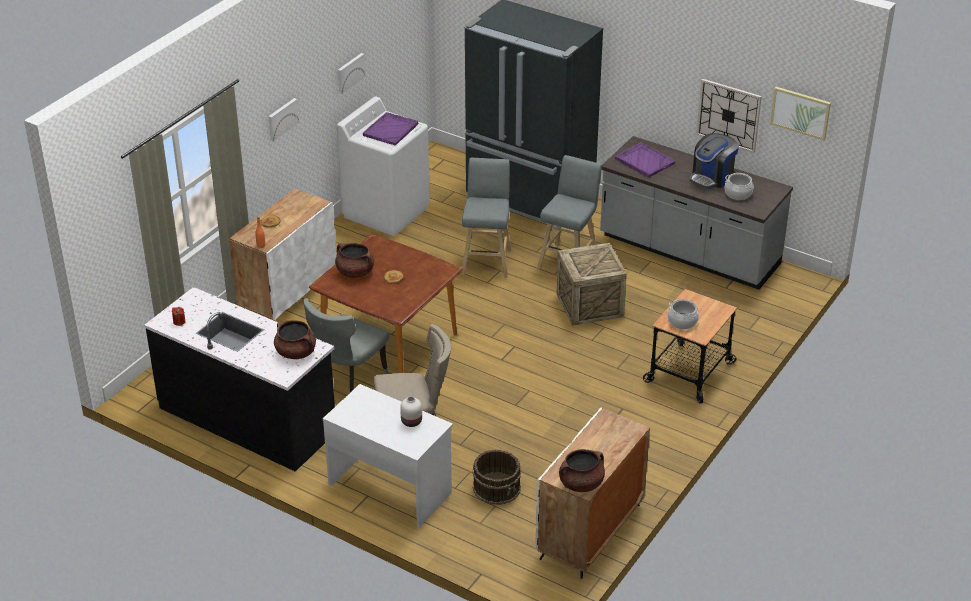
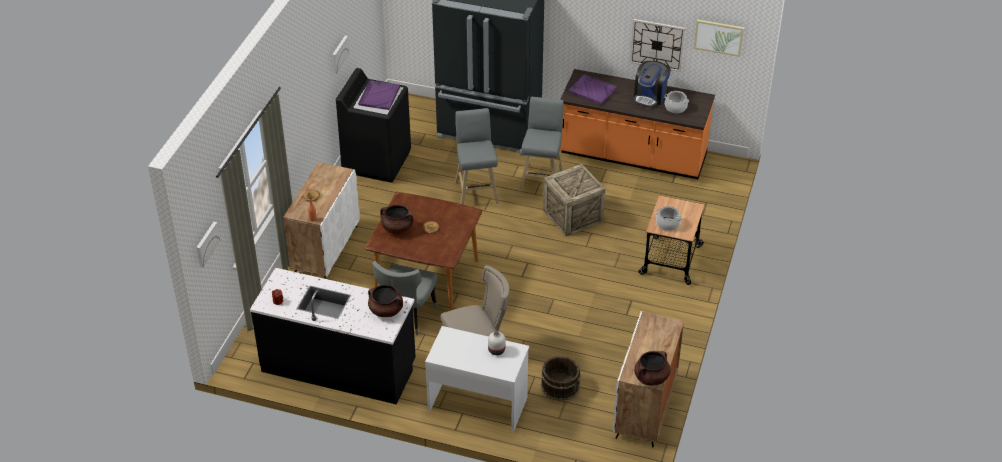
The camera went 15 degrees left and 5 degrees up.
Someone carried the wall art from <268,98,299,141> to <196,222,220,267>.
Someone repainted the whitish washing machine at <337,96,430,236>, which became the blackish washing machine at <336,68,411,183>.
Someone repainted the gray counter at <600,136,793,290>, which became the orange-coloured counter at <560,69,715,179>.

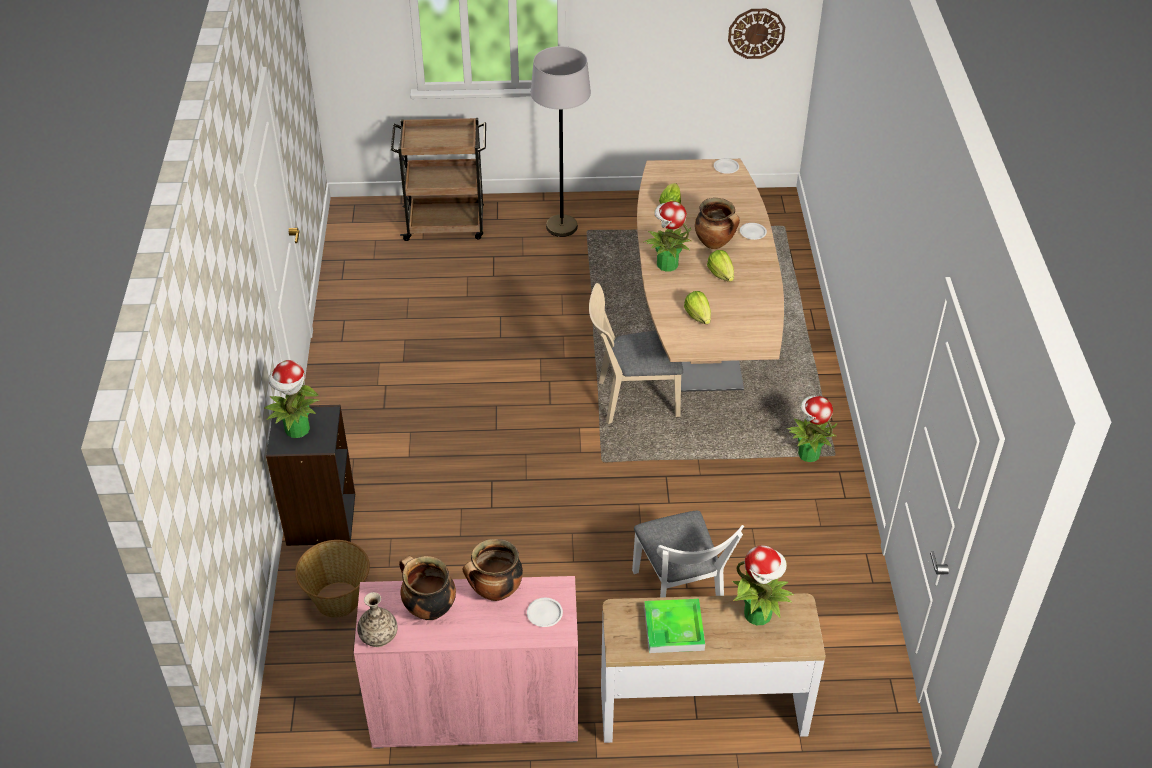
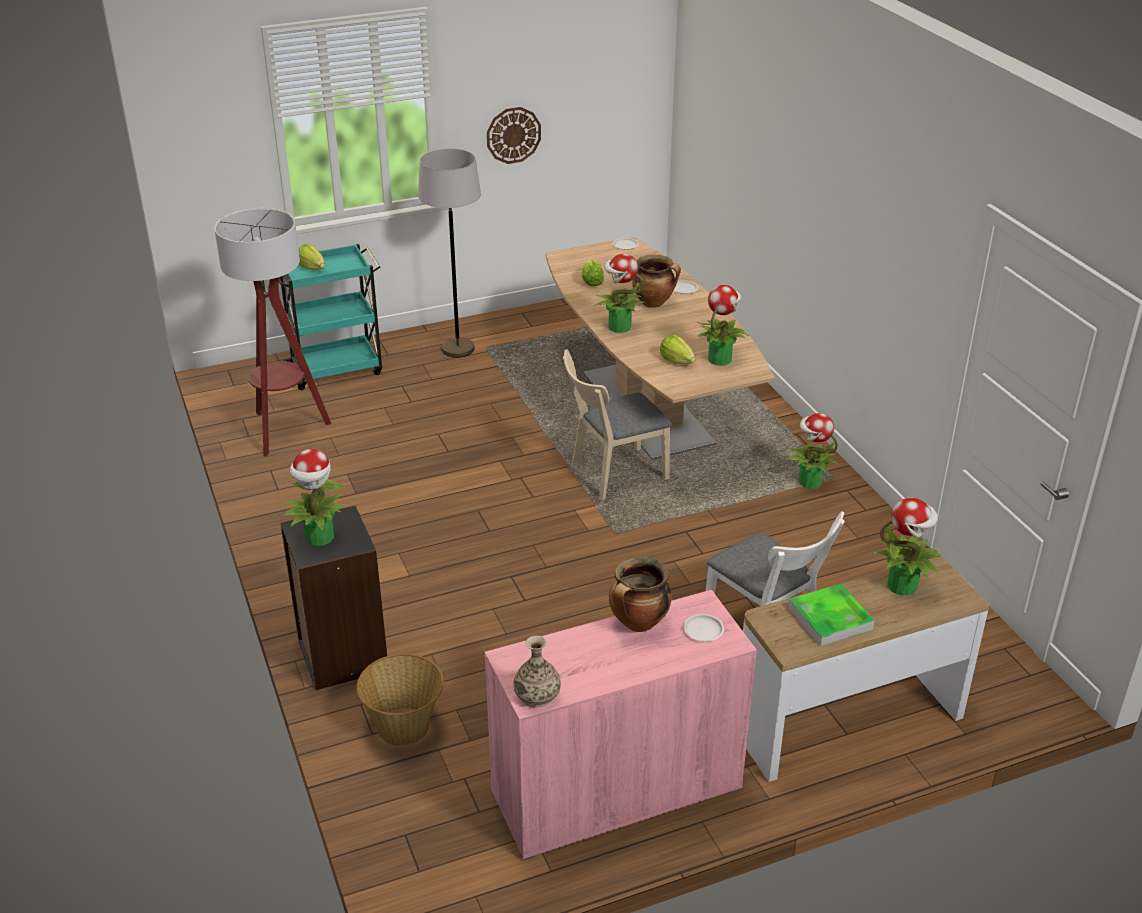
The camera went 20 degrees left and 10 degrees down.
Someone took away the saucepot at <399,556,456,620>.
Someone put down the standing lamp at <214,208,332,456>.
Someone put down the plant in a pot at <697,285,750,366>.
Someone carried the head of lettuce from <707,250,734,282> to <299,244,325,270>.
Someone carried the hanging clock from <728,9,785,59> to <487,107,541,164>.
Someone repainted the brown trolley at <391,118,486,241>, which became the blue-green trolley at <279,244,382,390>.

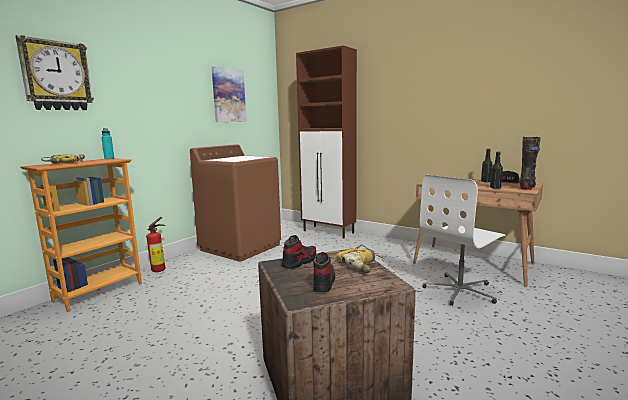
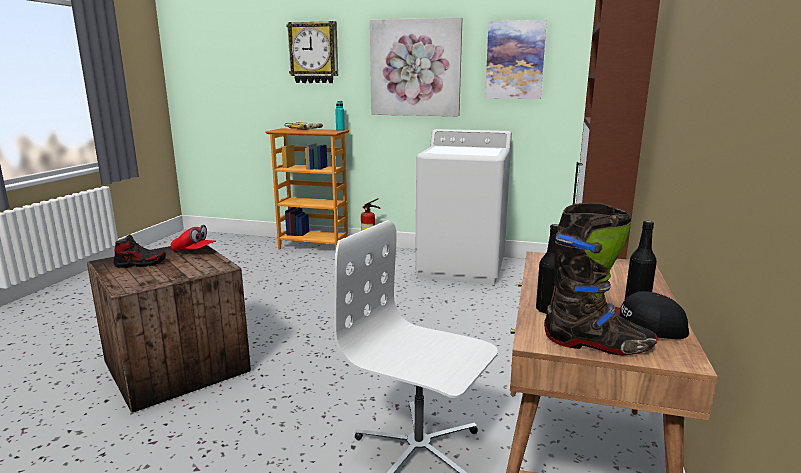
The camera went 70 degrees right and 5 degrees up.
Someone took away the drill at <336,244,384,273>.
Someone put up the wall art at <370,17,463,116>.
Someone swapped the low shoe at <282,235,316,269> for the red cap at <171,225,216,251>.
Someone repainted the brown washing machine at <190,144,281,262>, which became the whitish washing machine at <415,129,512,285>.

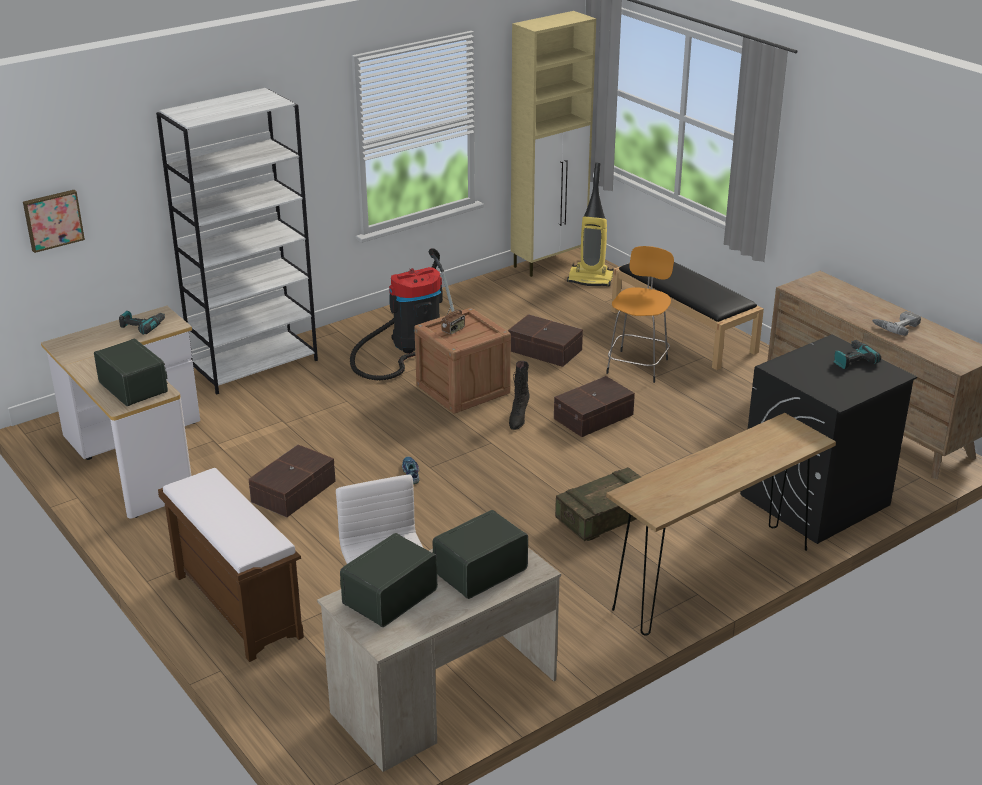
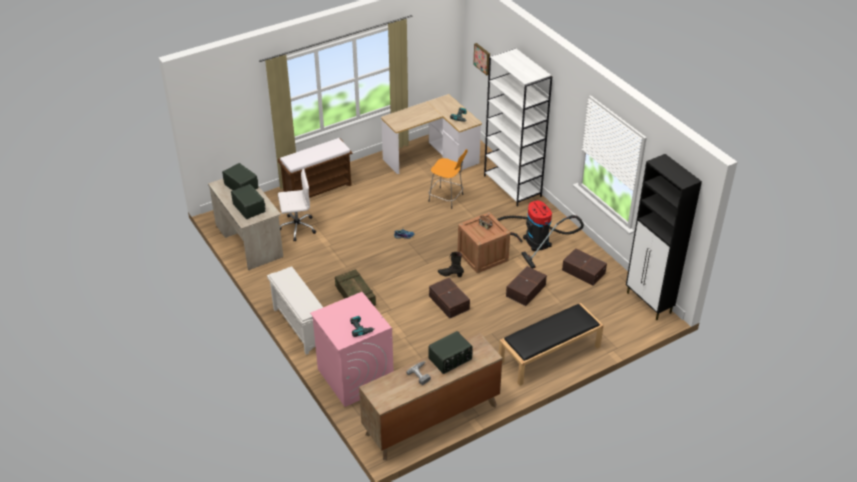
The camera went 95 degrees right and 10 degrees up.
Someone took away the vacuum cleaner at <567,163,613,287>.
Someone carried the radio from <94,338,168,406> to <428,331,473,374>.
Someone carried the brown storage bin from <248,445,336,517> to <562,248,607,286>.
Someone carried the orange-coloured stool from <606,246,674,383> to <428,149,468,209>.
Someone swapped the brown console table at <606,413,836,636> for the whitish shoe stand at <267,266,323,355>.
Someone repainted the beige-coloured storage cabinet at <511,11,596,277>, which became the blackish storage cabinet at <626,154,702,320>.
Someone repainted the blackish washing machine at <740,335,917,544>, which became the pinkish washing machine at <310,292,394,407>.

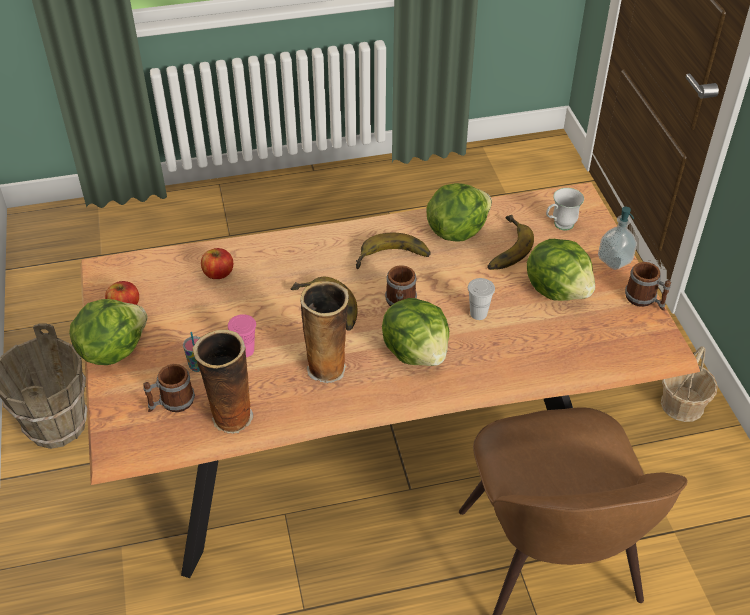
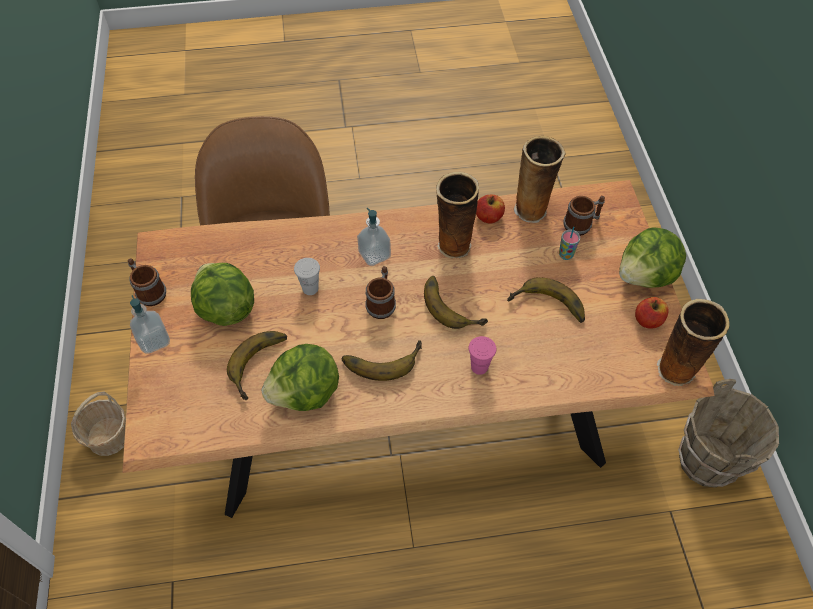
The camera went 175 degrees left and 10 degrees up.
Someone took away the whitish mug at <546,188,584,231>.
Someone put down the banana fruit at <507,277,585,323>.
Someone put down the vase at <657,299,730,386>.
Someone carried the apple from <201,248,233,279> to <476,195,505,224>.
Someone carried the pinkish drinking cup from <228,314,256,357> to <469,336,496,375>.
Someone swapped the head of lettuce at <382,298,449,366> for the soap bottle at <357,208,391,266>.

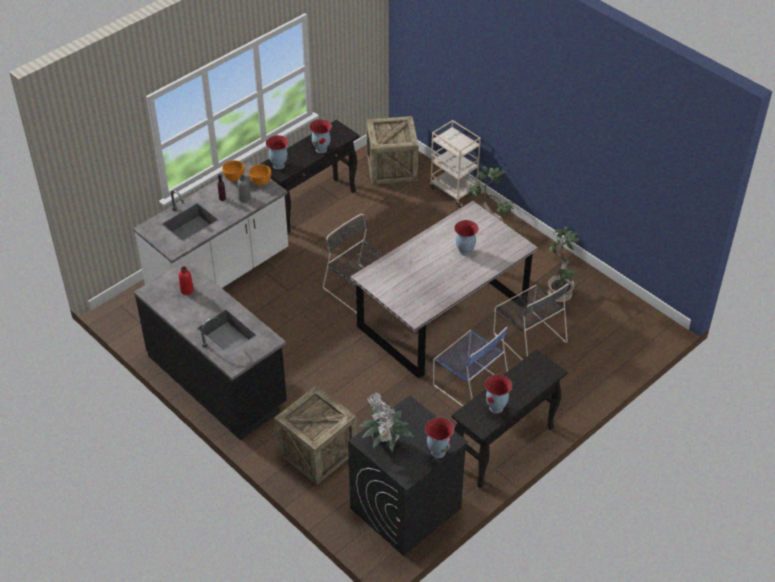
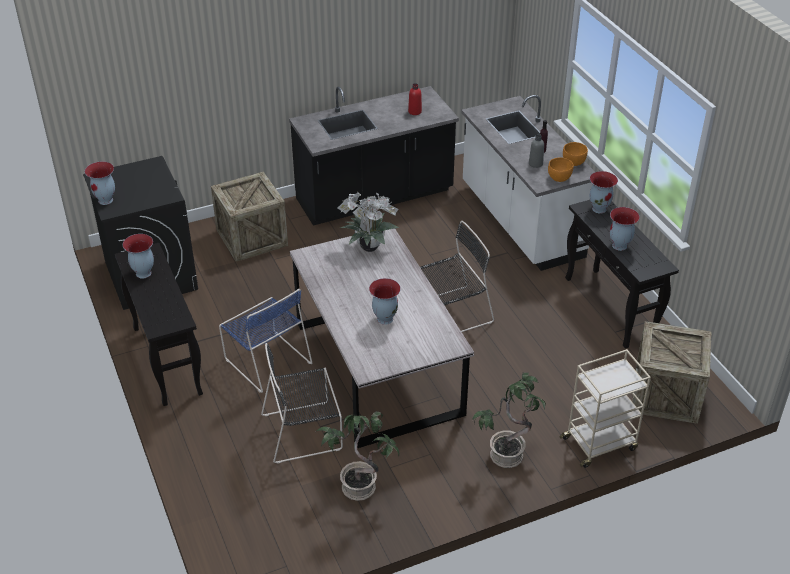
The camera went 110 degrees right and 5 degrees down.
Someone carried the plant in a pot from <358,393,414,452> to <338,192,399,252>.
Someone rotated the bluish plain chair at <433,327,508,407> by 105 degrees counterclockwise.

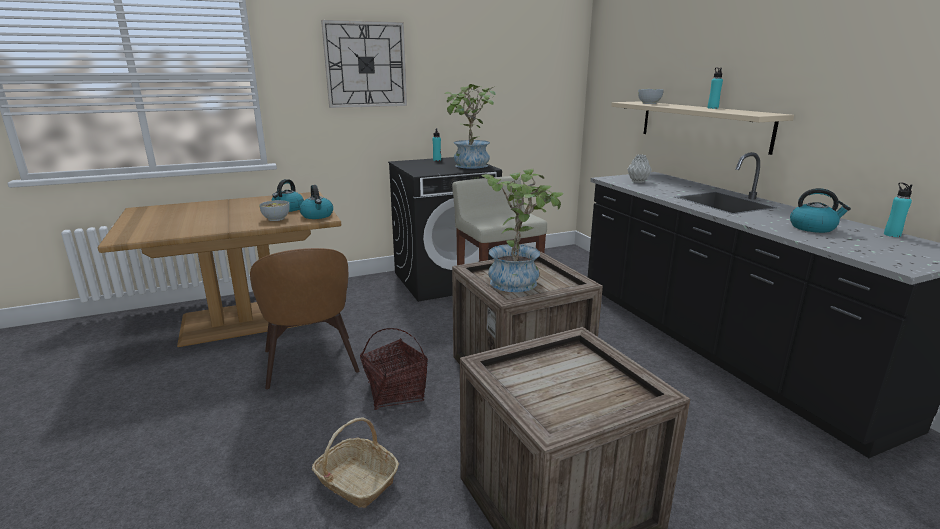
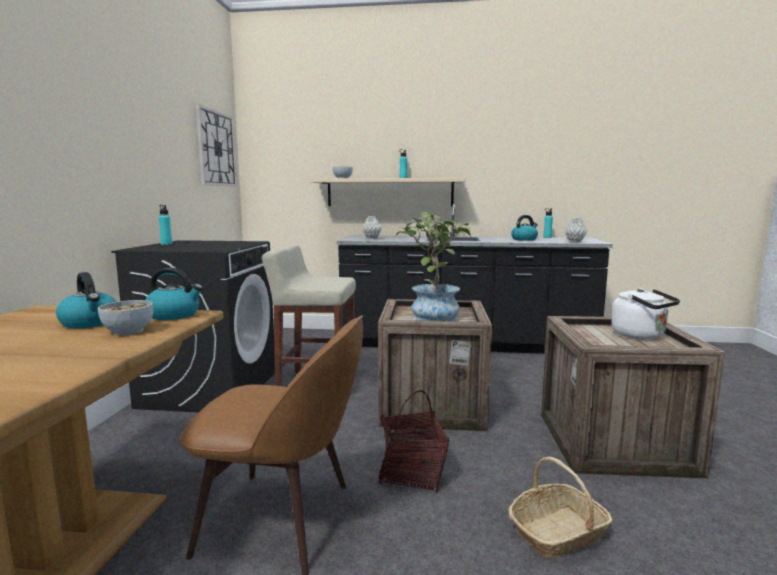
The camera went 60 degrees left and 10 degrees down.
Someone took away the plant in a pot at <445,84,497,169>.
Someone put down the gray vase at <565,218,587,243>.
Someone put down the whitish kettle at <612,288,680,340>.
Someone carried the hanging clock from <321,20,407,108> to <196,104,237,187>.

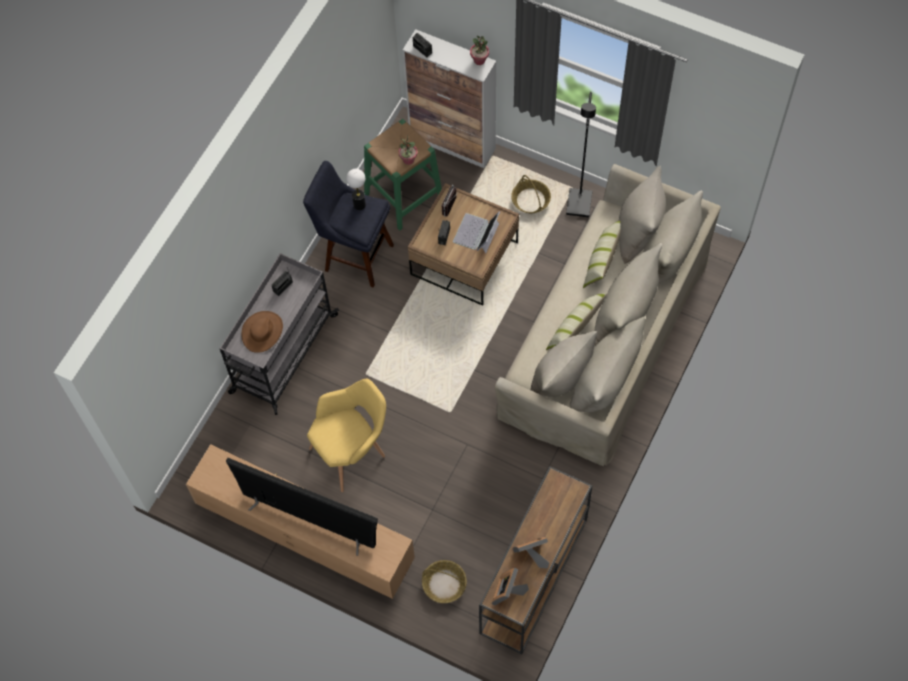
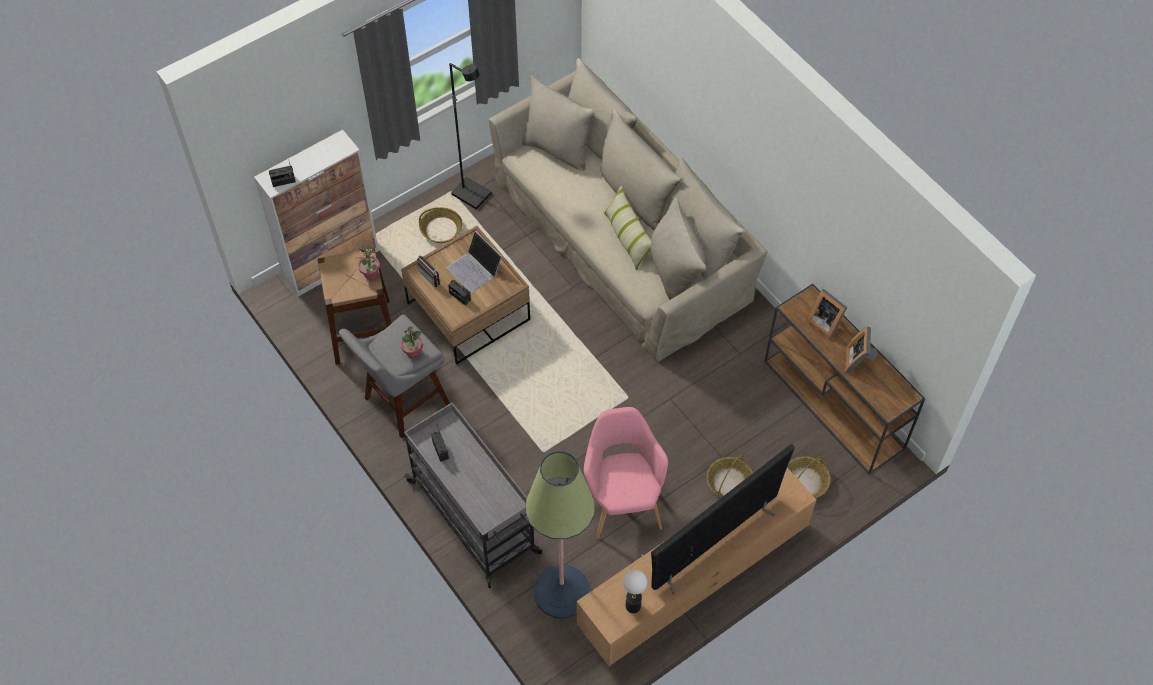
The camera went 65 degrees left and 5 degrees down.
Someone took away the brown wearable hat at <241,311,283,353>.
Someone took away the pillow at <583,221,621,288>.
Someone put down the standing lamp at <525,451,595,619>.
Someone put down the storage basket at <707,454,753,498>.
Someone carried the table lamp from <346,169,366,210> to <623,570,647,613>.
Someone carried the plant in a pot from <470,36,489,65> to <401,326,423,358>.
Someone carried the photo frame from <492,568,529,605> to <807,289,847,339>.
Someone repainted the bluish stool at <303,161,394,288>, which became the gray stool at <339,314,450,438>.
Someone repainted the yellow-coloured armchair at <307,379,386,492>, which became the pinkish armchair at <584,407,668,539>.
Someone repainted the greenish stool at <364,119,442,231>, which became the brown stool at <318,248,392,365>.

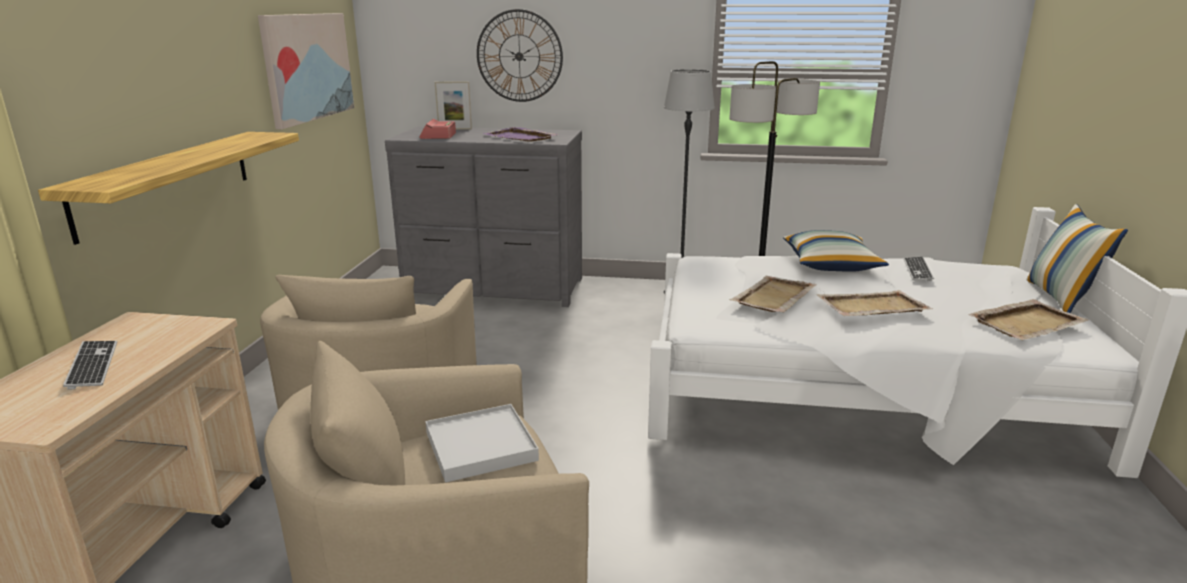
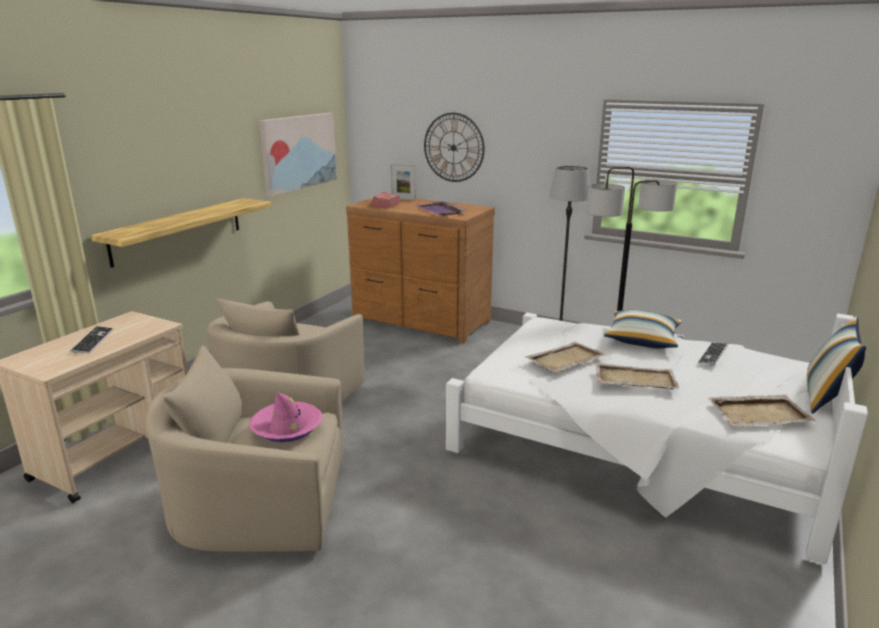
The camera went 20 degrees right and 0 degrees up.
Someone swapped the whitish carrying tray at <425,404,539,483> for the pinkish wearable hat at <249,392,323,442>.
Someone repainted the gray chest of drawers at <385,126,582,307>, which became the brown chest of drawers at <346,198,495,343>.

